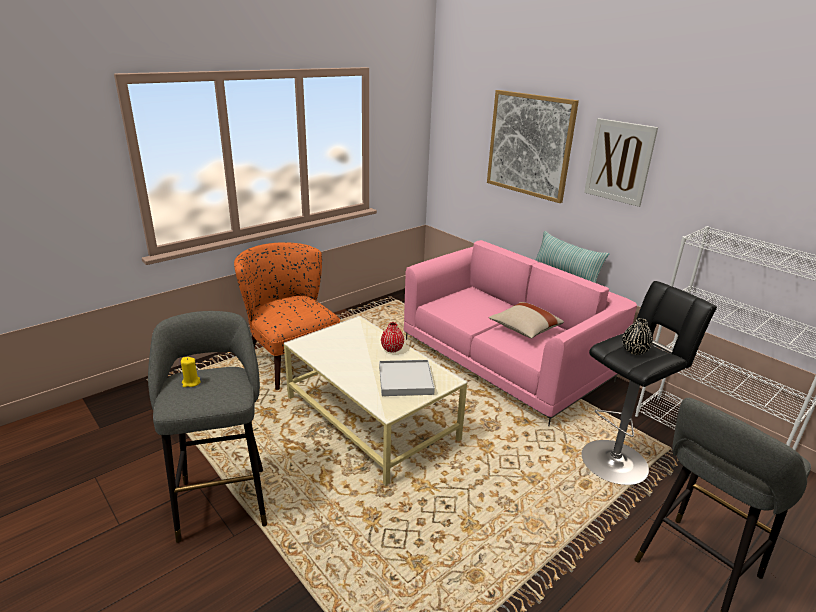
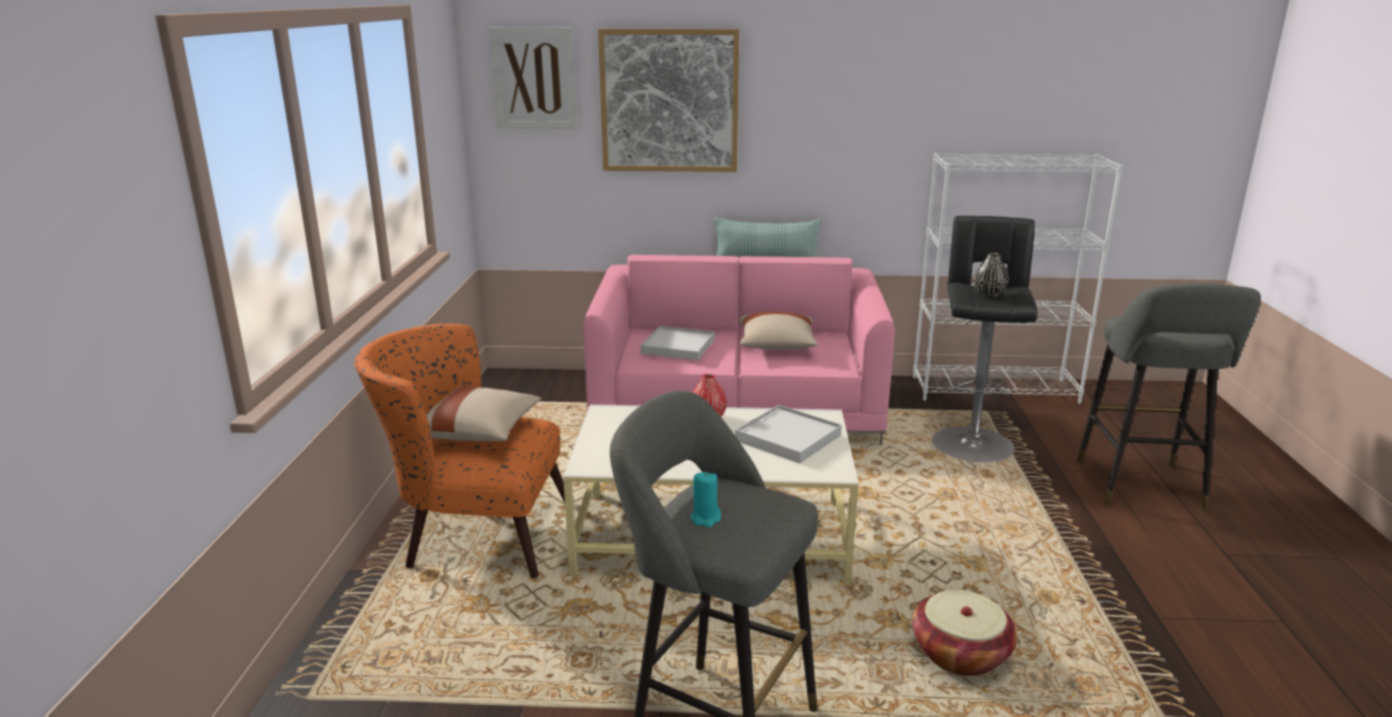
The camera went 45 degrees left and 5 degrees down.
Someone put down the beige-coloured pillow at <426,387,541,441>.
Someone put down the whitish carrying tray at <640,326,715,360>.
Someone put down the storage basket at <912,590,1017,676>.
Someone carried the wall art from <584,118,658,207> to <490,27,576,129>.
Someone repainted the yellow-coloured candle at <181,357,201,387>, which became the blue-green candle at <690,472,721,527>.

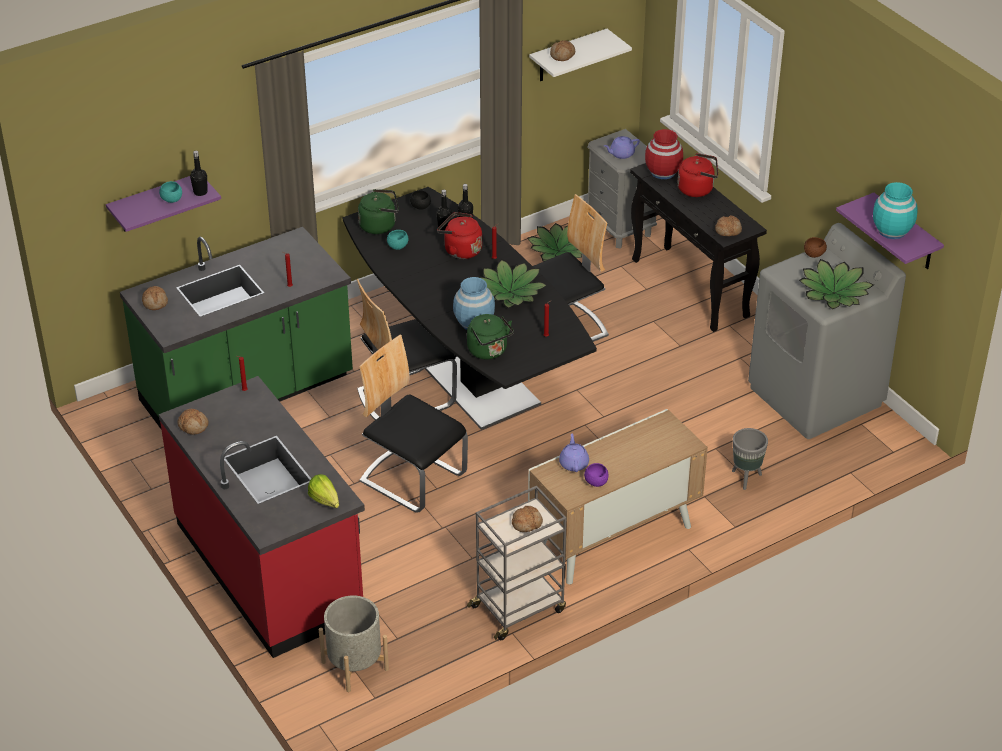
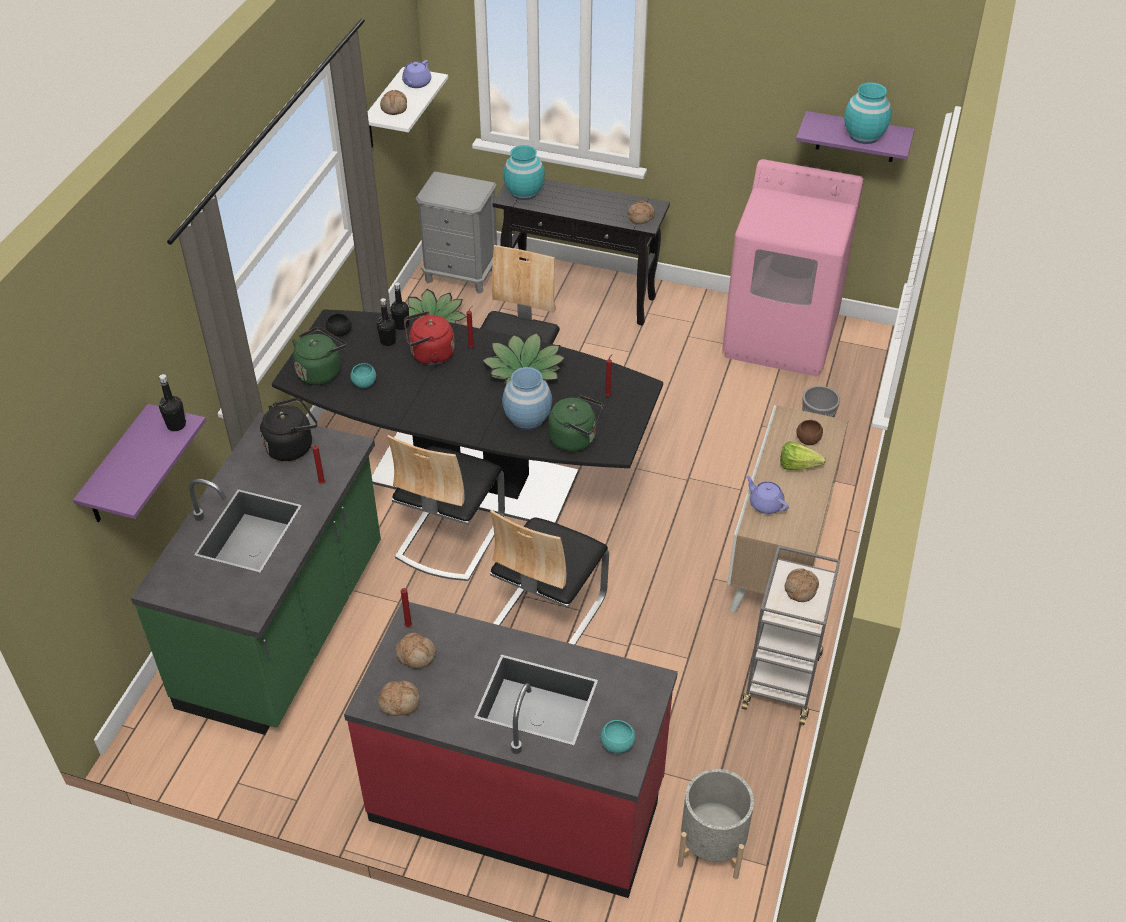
The camera went 40 degrees left and 5 degrees up.
Someone took away the purple-coloured deep dish at <584,463,609,487>.
Someone took away the red kettle at <678,153,718,197>.
Someone took away the plant in a pot at <799,259,874,309>.
Someone put down the blackish kettle at <260,398,317,461>.
Someone carried the bakery bread from <142,286,168,310> to <395,633,436,669>.
Someone carried the blue-green deep dish from <159,181,182,203> to <601,720,635,753>.
Someone carried the head of lettuce from <308,474,339,508> to <780,441,826,470>.
Someone carried the purple-coloured pot for tea from <604,136,640,159> to <402,60,431,88>.
Someone carried the brown deep dish from <804,237,827,258> to <796,420,823,445>.
Someone repainted the red vase at <645,129,683,179>, which became the blue-green vase at <503,145,545,200>.
Someone repainted the gray washing machine at <748,223,906,439>, which became the pinkish washing machine at <722,159,864,376>.
Someone rotated the plain chair at <359,335,468,513> by 60 degrees counterclockwise.

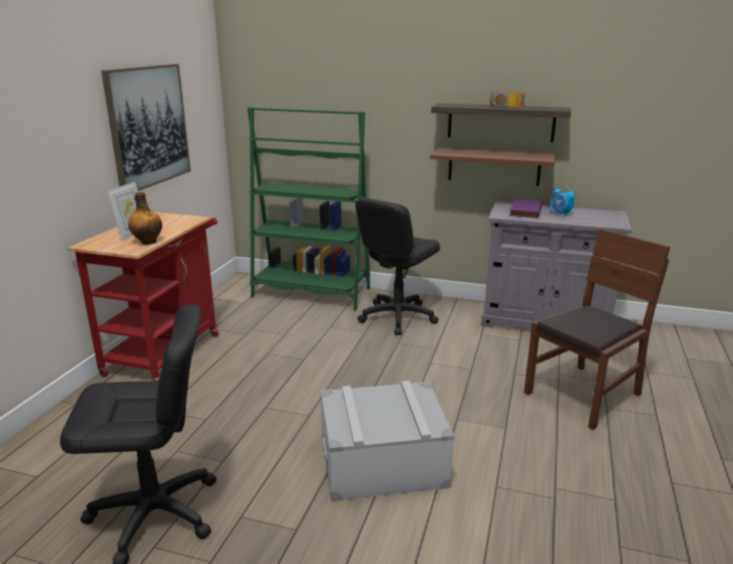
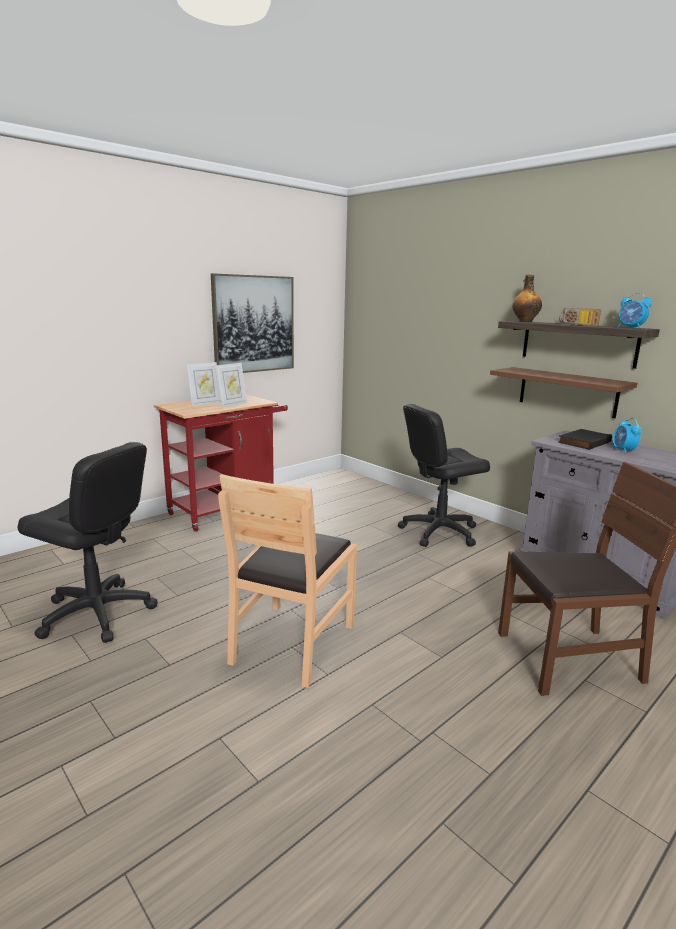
The camera went 30 degrees right and 5 degrees down.
Someone took away the greenish bookcase at <247,107,370,311>.
Someone put down the photo frame at <216,363,247,408>.
Someone put down the bedside clock at <618,292,652,329>.
Someone carried the beverage bottle from <128,191,162,244> to <512,275,542,322>.
Someone swapped the gray storage bin at <320,381,455,501> for the brown plain chair at <218,474,357,688>.
Someone repainted the purple-coloured volume at <509,199,542,218>, which became the blackish volume at <558,429,612,450>.

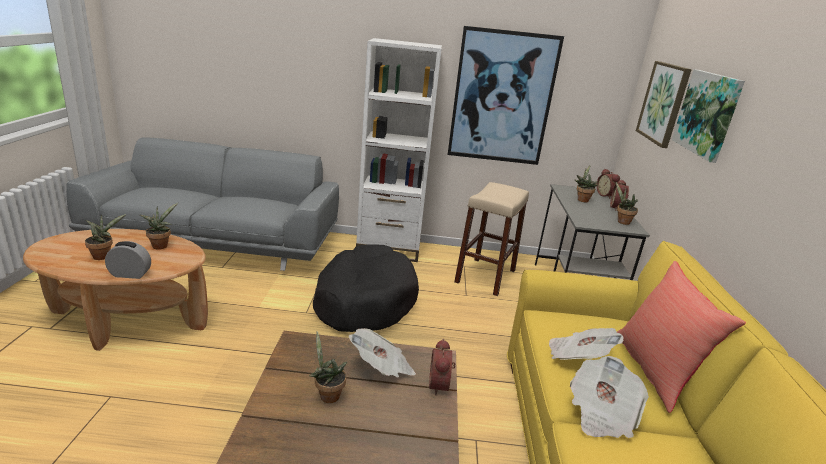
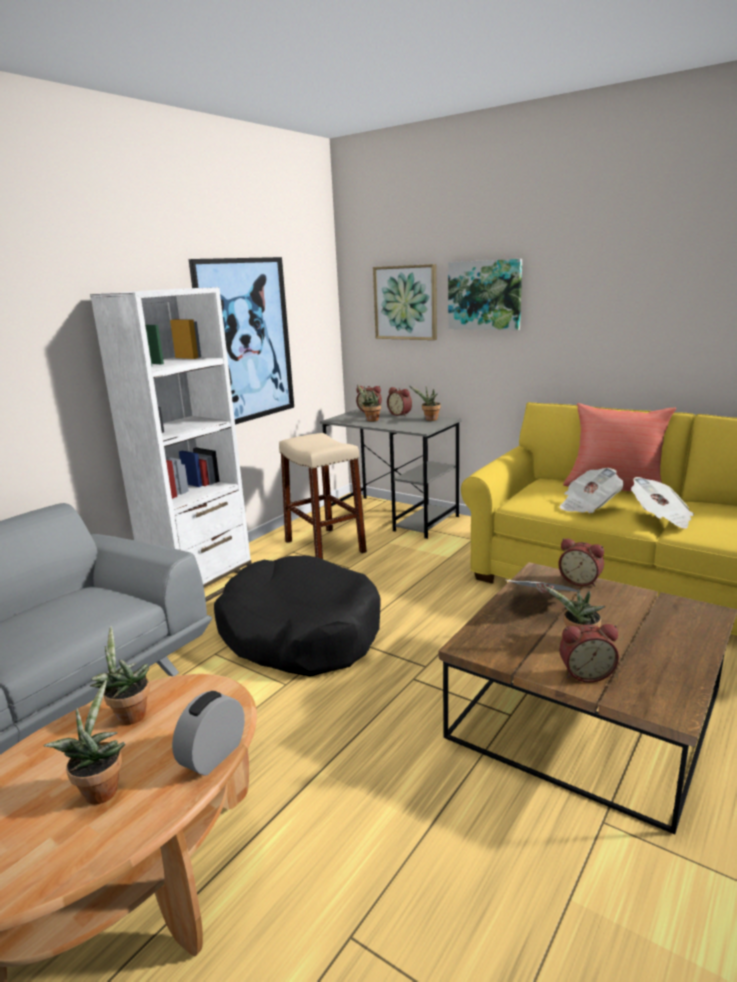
The camera went 55 degrees left and 5 degrees down.
Someone put down the bedside clock at <559,624,619,683>.

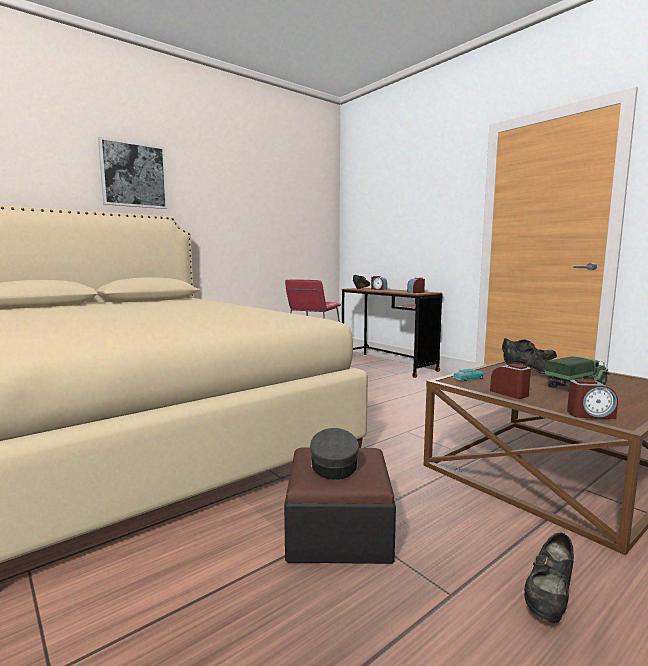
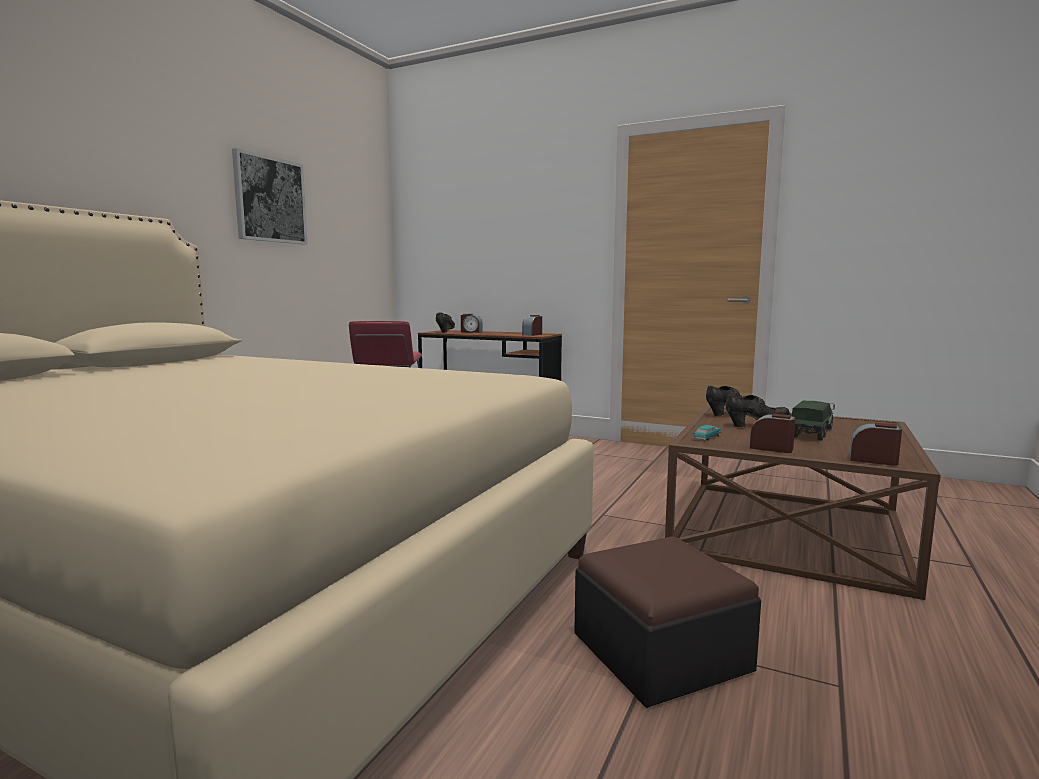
The camera went 25 degrees left and 0 degrees up.
Someone took away the gray cap at <310,428,359,480>.
Someone took away the blackish low shoe at <524,533,574,624>.
Someone carried the wall art from <98,137,168,209> to <232,148,307,245>.
Someone rotated the bedside clock at <567,379,618,419> by 135 degrees counterclockwise.

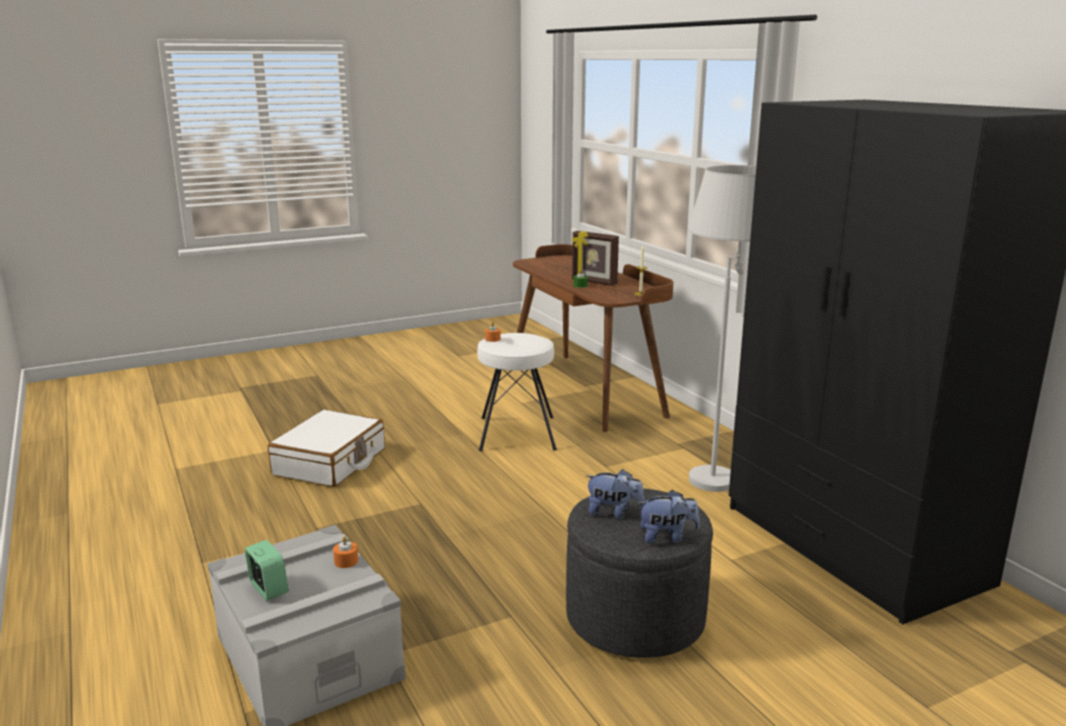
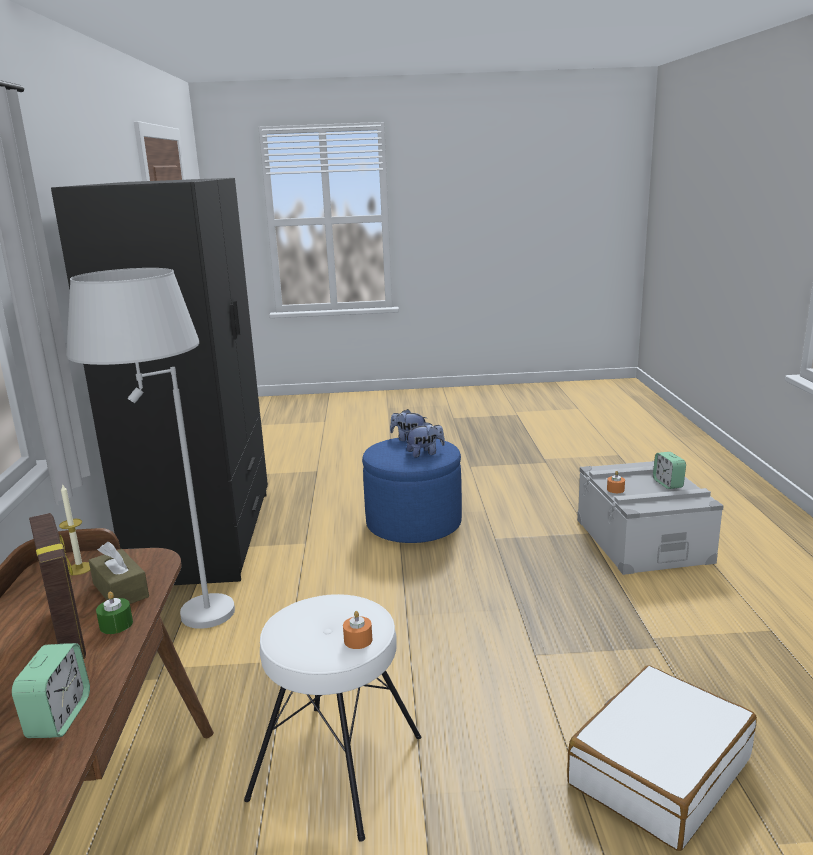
The camera went 155 degrees left and 0 degrees up.
Someone put down the bedside clock at <12,643,90,738>.
Someone put down the brown tissue holder at <89,542,149,604>.
Someone repainted the gray ottoman at <566,488,713,658>, which became the bluish ottoman at <362,437,462,543>.
Someone rotated the cuddly toy at <586,469,645,519> by 120 degrees clockwise.

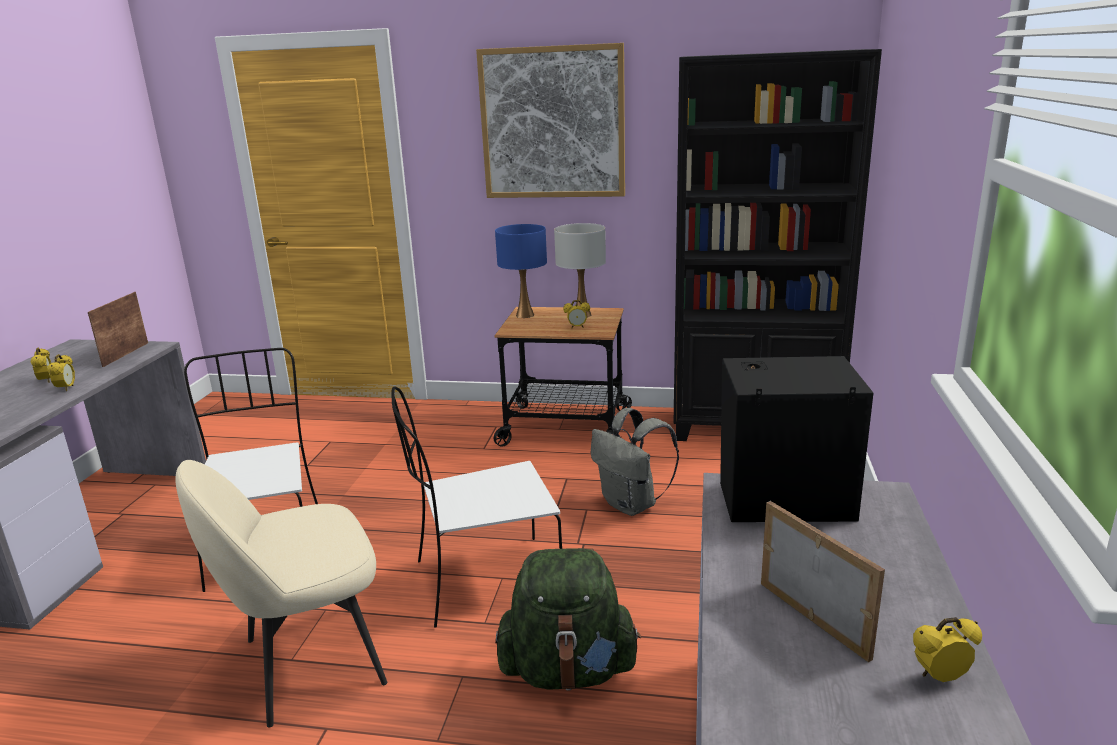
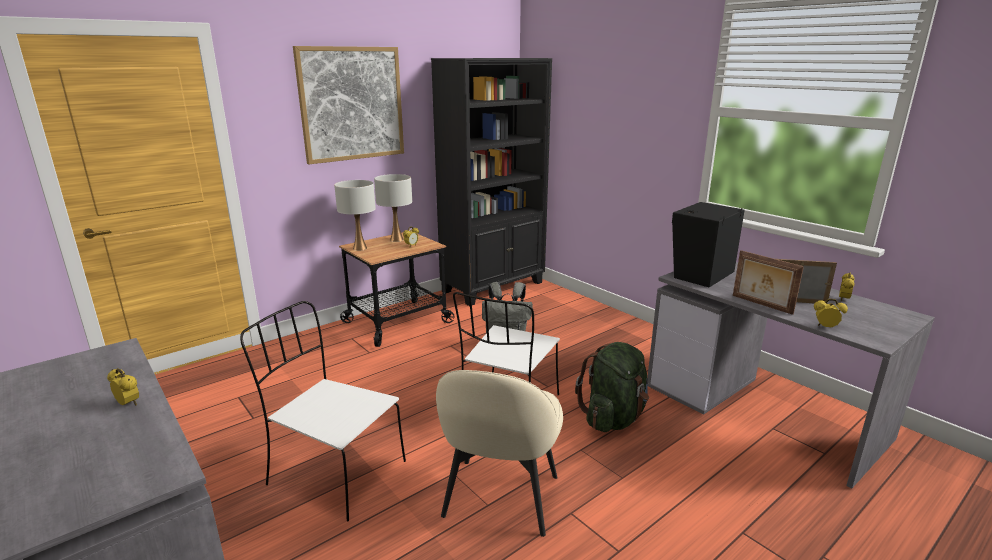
The camera went 50 degrees left and 0 degrees up.
Someone carried the bedside clock from <30,348,51,383> to <814,298,848,327>.
Someone carried the photo frame from <88,292,148,367> to <733,250,804,315>.
Someone repainted the bluish table lamp at <495,224,547,318>, which became the whitish table lamp at <334,180,376,251>.

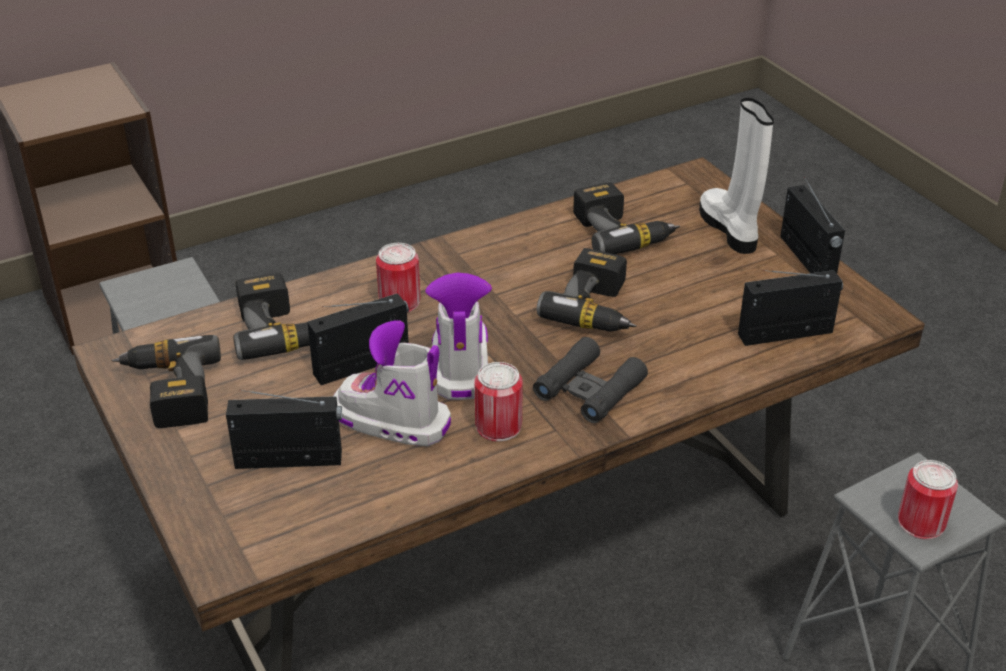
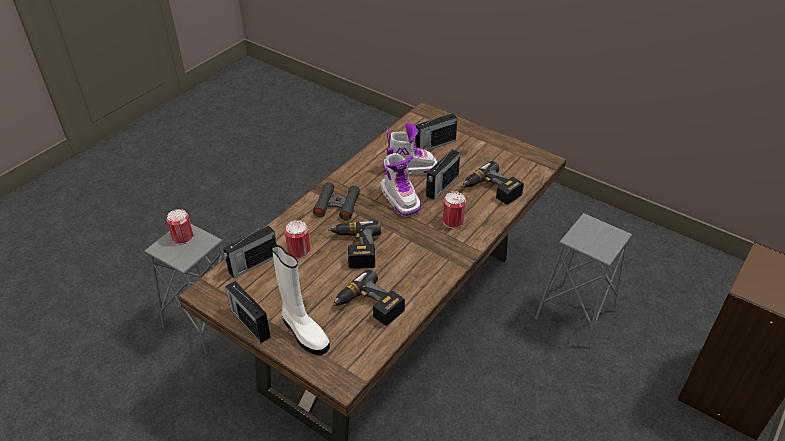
The camera went 155 degrees right and 5 degrees up.
Someone took away the drill at <112,335,221,428>.
Someone carried the metal can from <475,362,523,442> to <285,220,310,259>.

